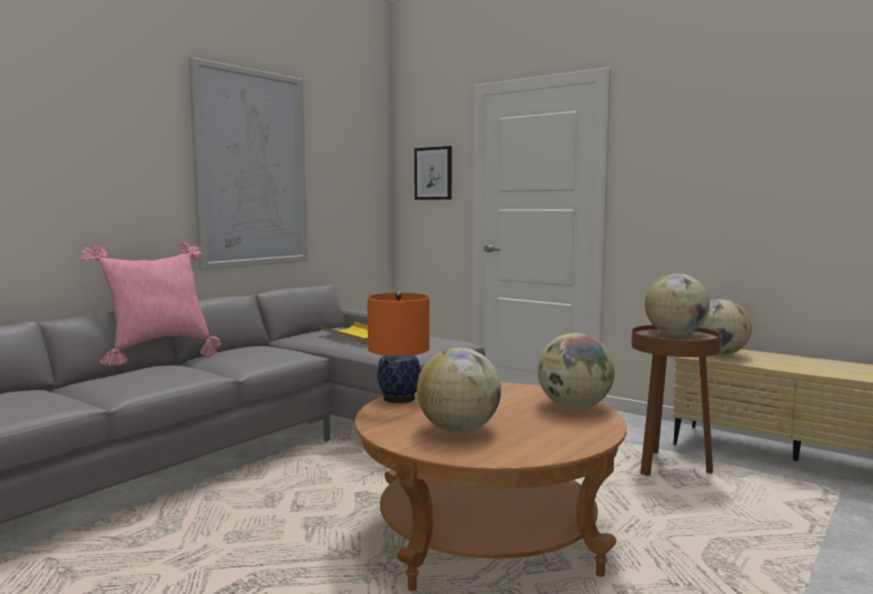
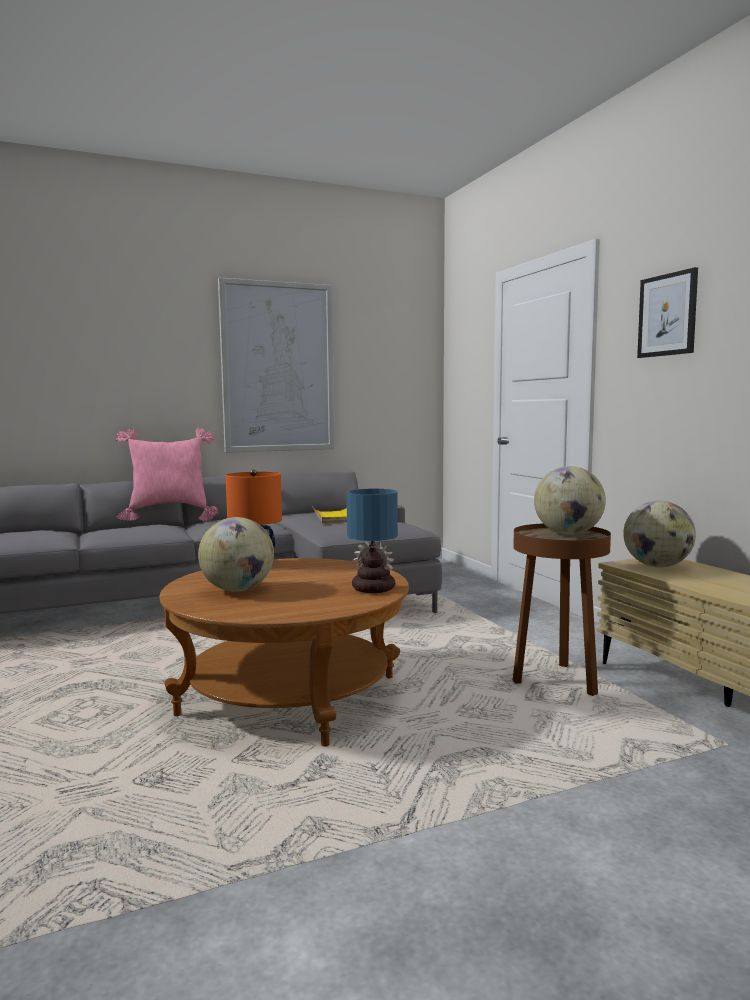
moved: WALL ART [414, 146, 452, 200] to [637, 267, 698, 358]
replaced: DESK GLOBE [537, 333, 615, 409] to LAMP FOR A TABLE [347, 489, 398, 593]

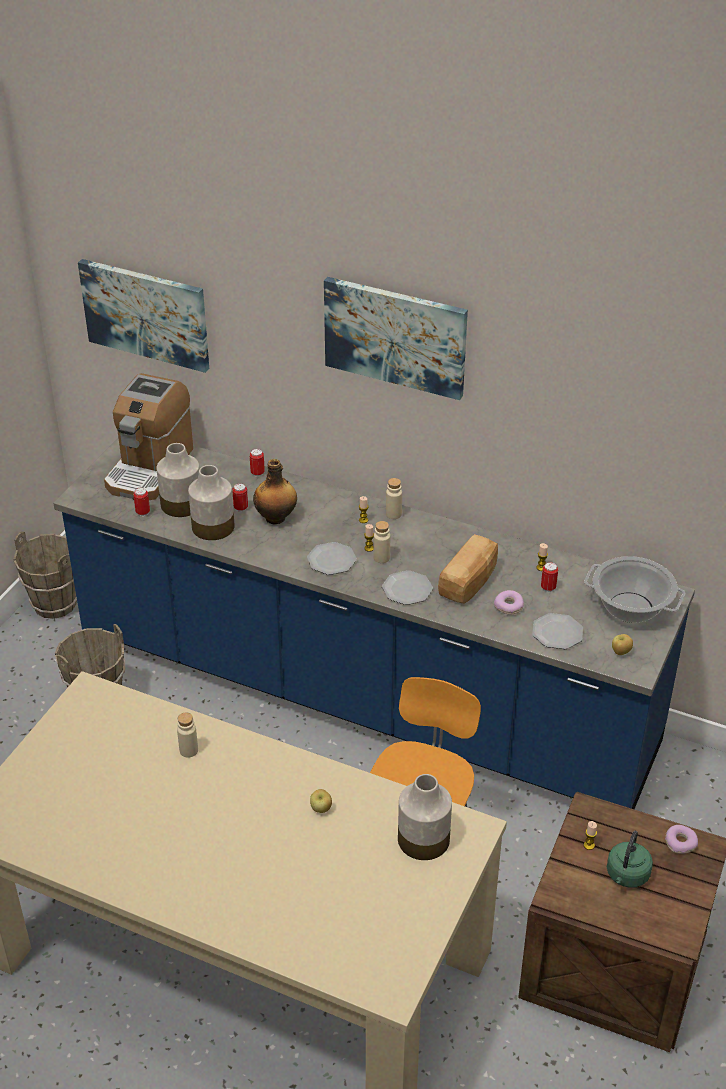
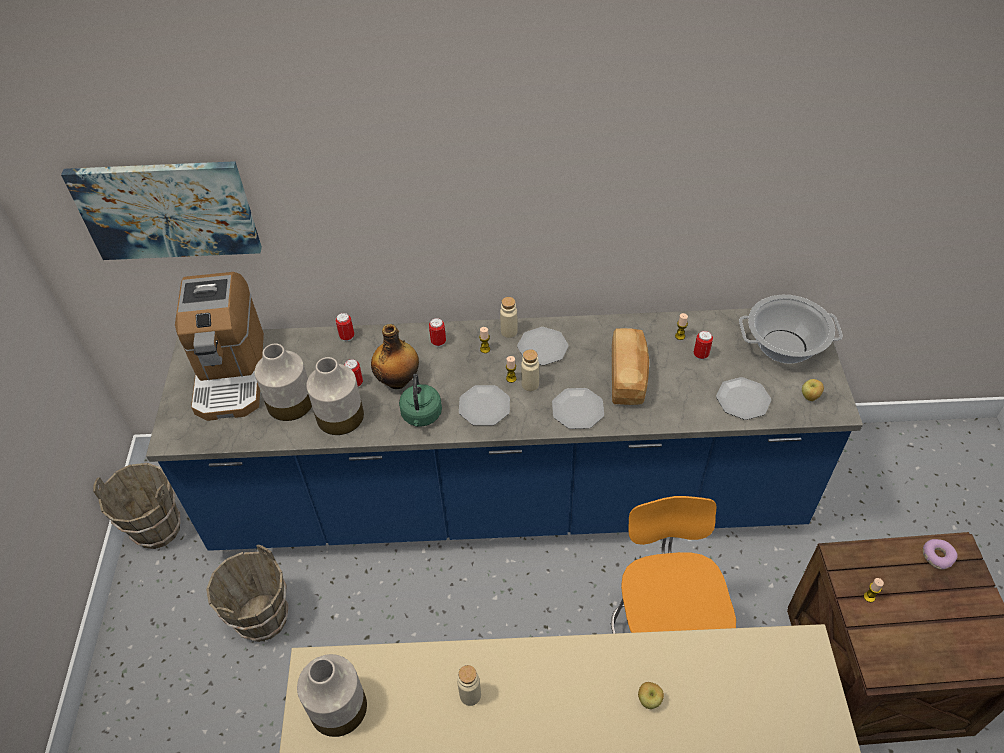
removed: WALL ART [324, 277, 468, 400]; DOUGHNUT [494, 590, 524, 615]
added: PLATE [517, 327, 568, 365]
moved: METAL CAN [133, 488, 150, 516] to [429, 318, 446, 347]; BEIGE DECORATIVE VASE [398, 774, 452, 860] to [297, 654, 367, 737]; GREEN-COLOURED WATER KETTLE [607, 831, 653, 888] to [399, 374, 442, 427]

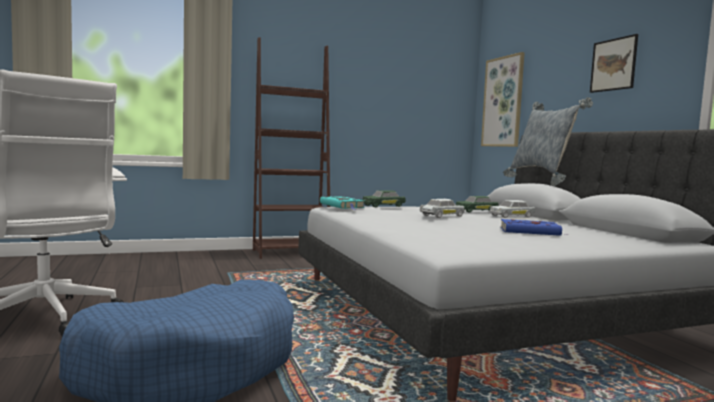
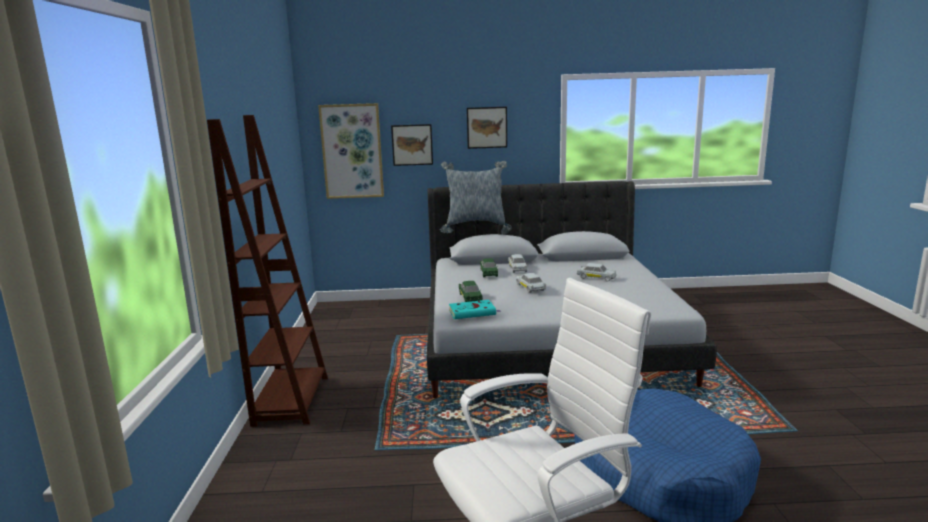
added: WALL ART [391, 124, 433, 166]
replaced: BLUISH BOUND BOOK [500, 219, 568, 236] to WHITE MINIATURE CAR [577, 263, 617, 282]

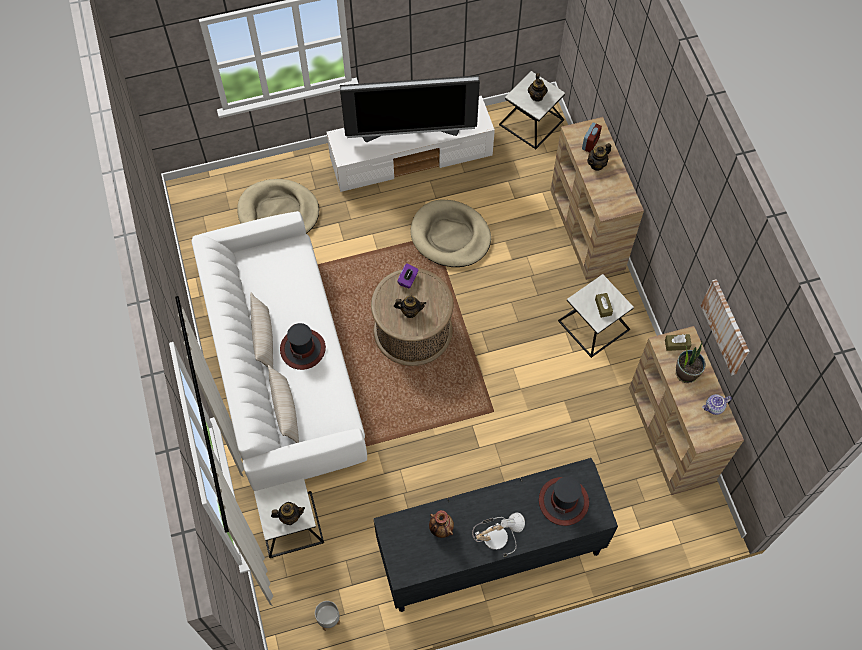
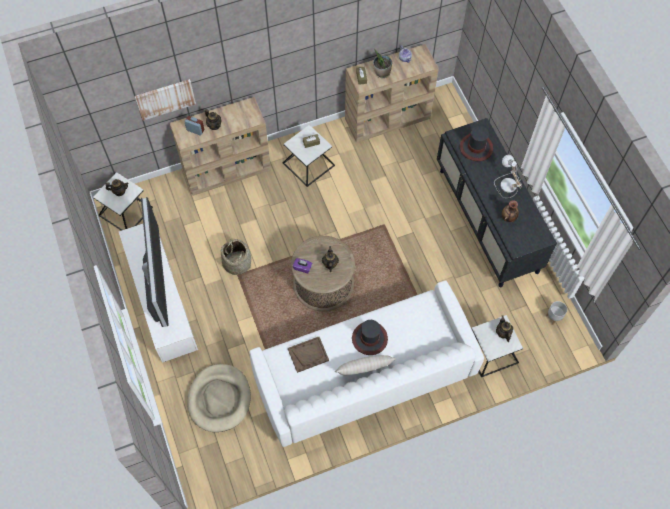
removed: BEIGE PILLOW [268, 365, 299, 443]
added: BROWN CARRYING TRAY [288, 337, 329, 373]
moved: WALL ART [701, 279, 749, 375] to [135, 79, 196, 121]
replaced: BEIGE DOG BED [410, 200, 491, 267] to STORAGE BASKET [221, 239, 251, 276]

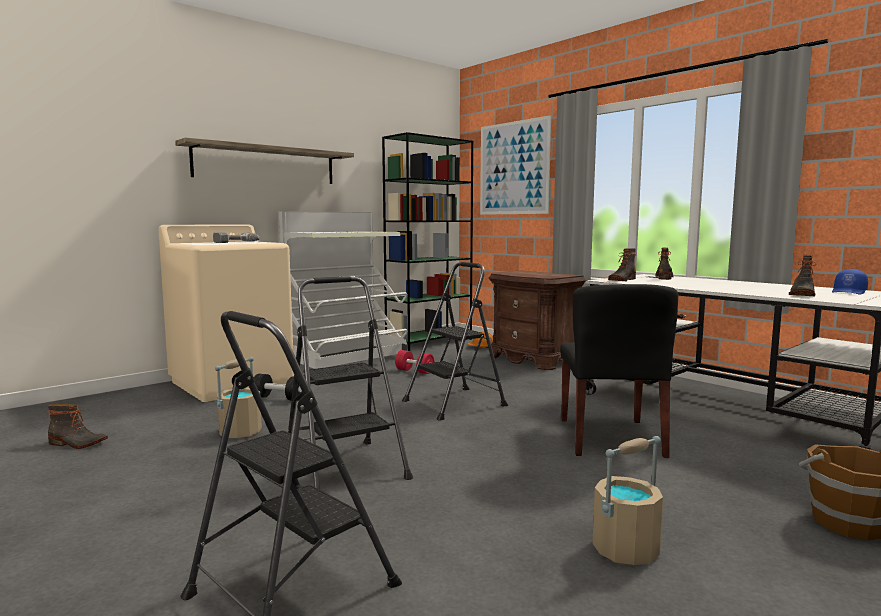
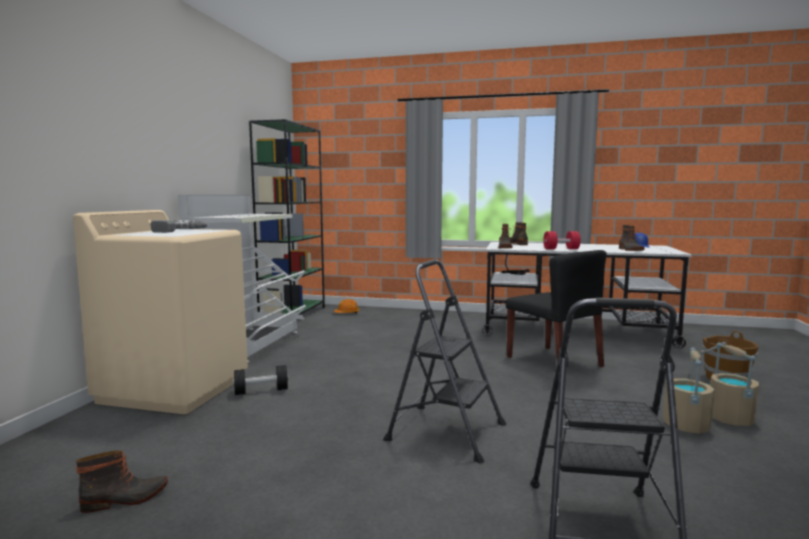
removed: BRACKET SHELF [175, 137, 354, 184]; BLACK STEPLADDER [402, 262, 508, 421]; WALL ART [480, 115, 551, 215]; BROWN BEDSIDE TABLE [489, 270, 586, 370]
moved: BEIGE BUCKET [215, 357, 262, 438] to [710, 343, 759, 426]; RED-COLOURED FREE WEIGHT [395, 350, 435, 374] to [543, 231, 581, 249]

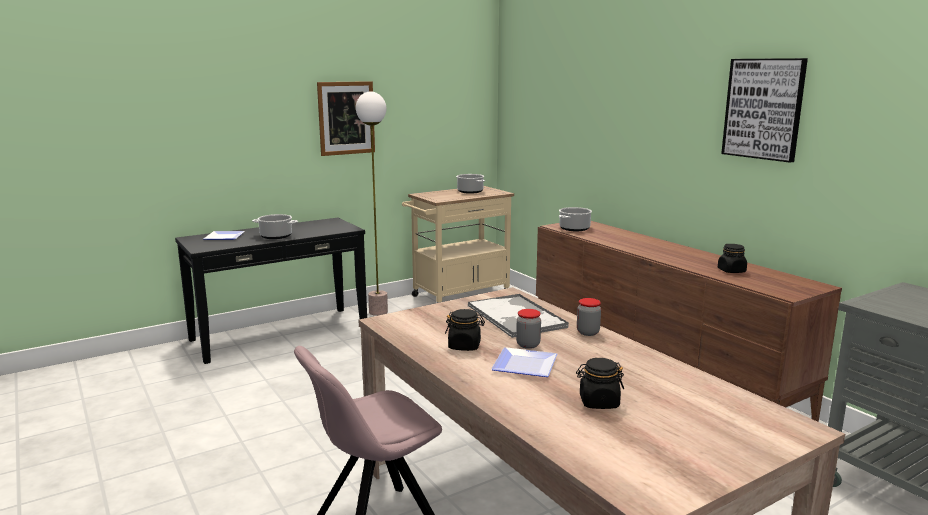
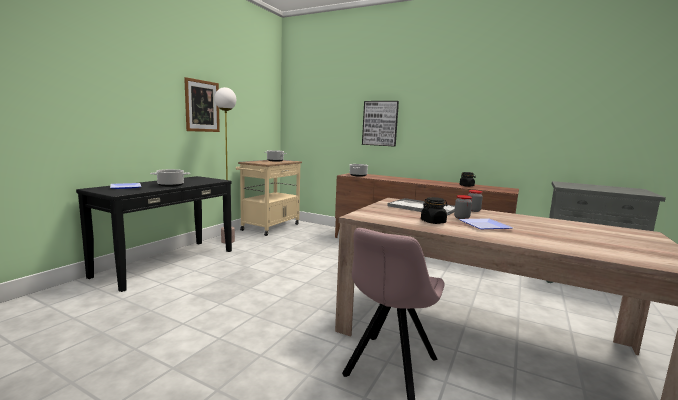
removed: BLACK JAR [576, 358, 624, 409]
moved: WALL ART [721, 58, 808, 163] to [362, 101, 399, 147]

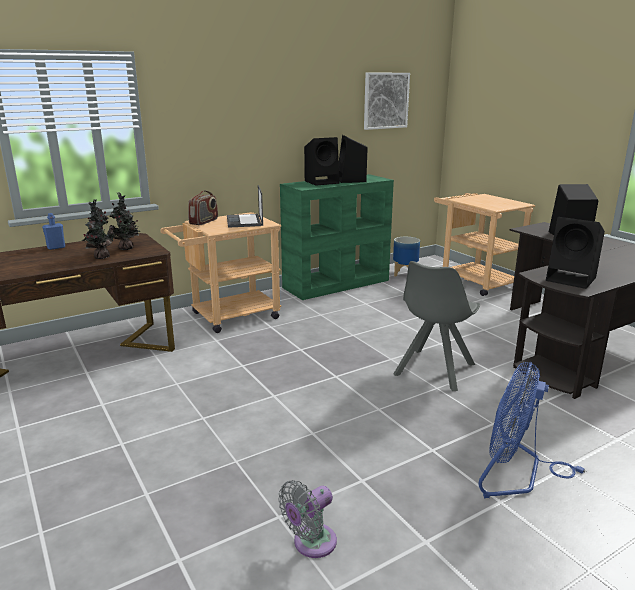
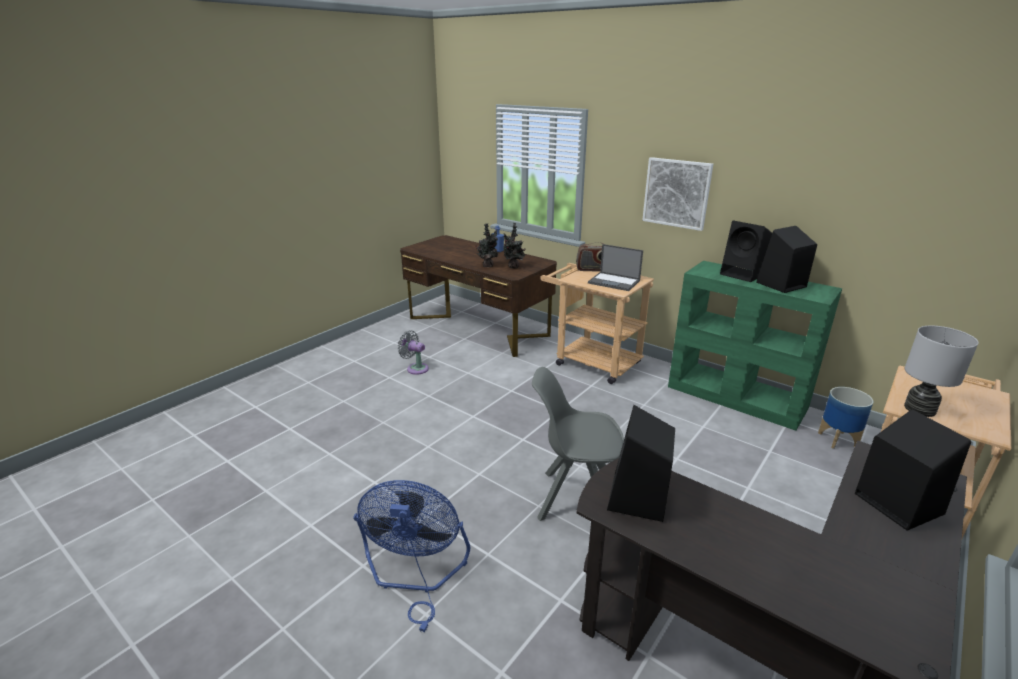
added: GREY LAMP FOR A TABLE [904, 325, 979, 417]
moved: GREY FAN [278, 480, 337, 558] to [398, 330, 429, 375]; WALL ART [364, 73, 410, 130] to [642, 157, 713, 231]
turned: LAPTOP [227, 185, 263, 228] = [588, 244, 643, 291] 120 degrees counterclockwise

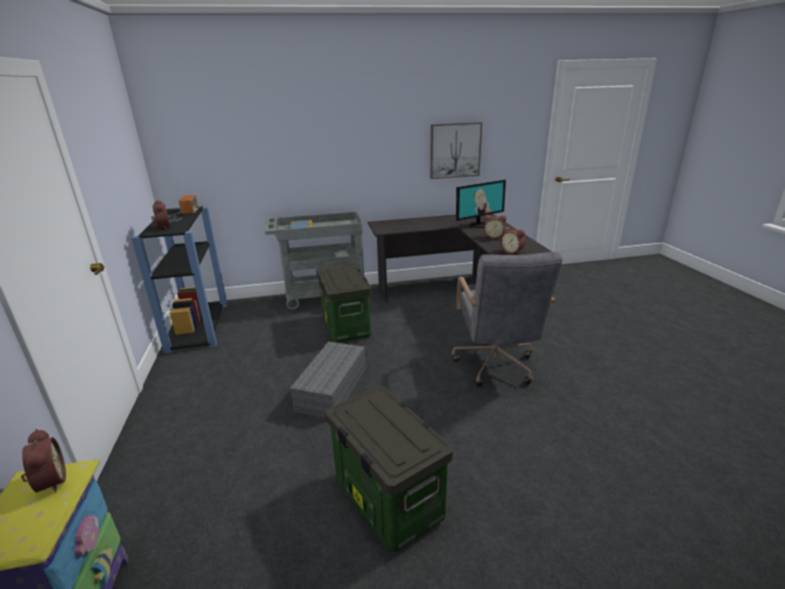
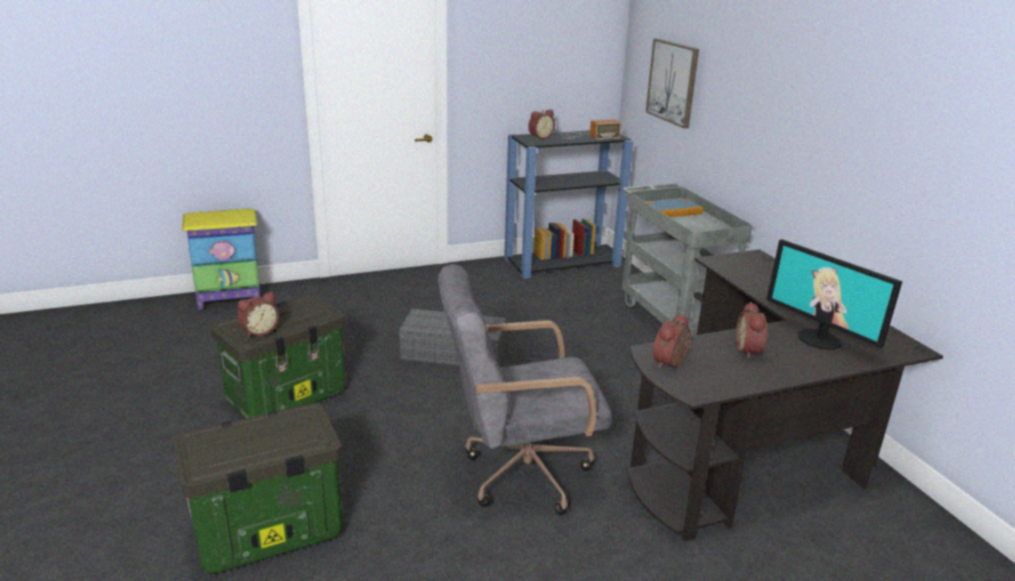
moved: TABLE CLOCK [21, 429, 66, 493] to [237, 292, 279, 337]; STORAGE BOX [316, 263, 372, 343] to [173, 403, 343, 574]; WALL ART [430, 122, 482, 179] to [646, 39, 699, 128]

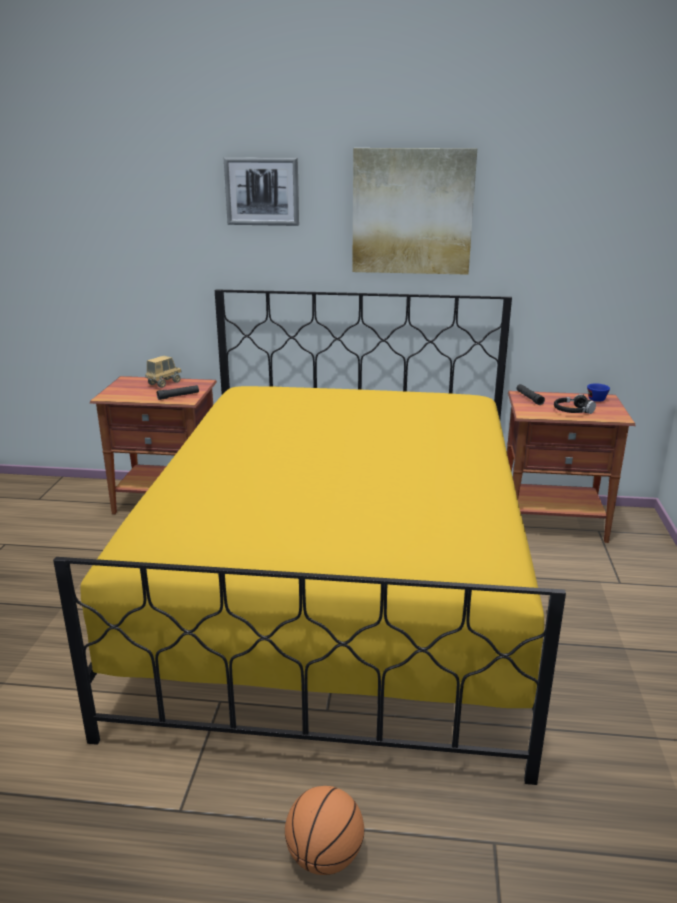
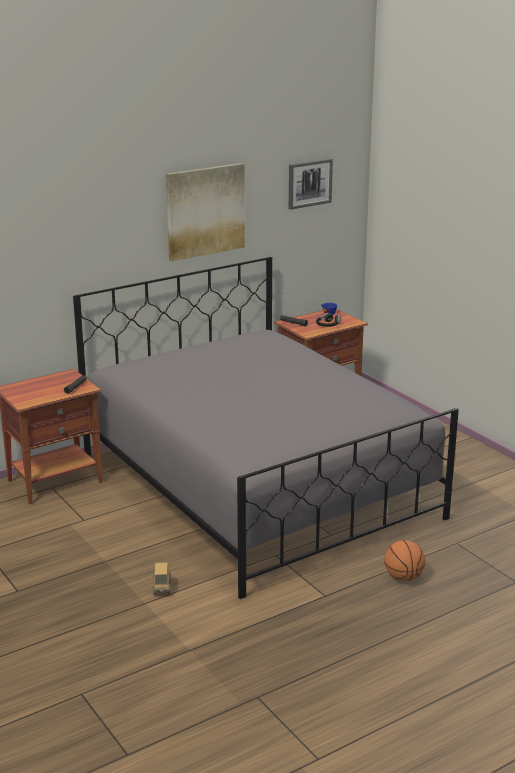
moved: TOY TRUCK [145, 356, 182, 388] to [153, 562, 171, 595]; WALL ART [224, 157, 299, 226] to [289, 158, 333, 210]
recoloured: YELLOWISH BEDROOM BED [53, 289, 566, 785] to GREY BEDROOM BED [73, 257, 459, 599]

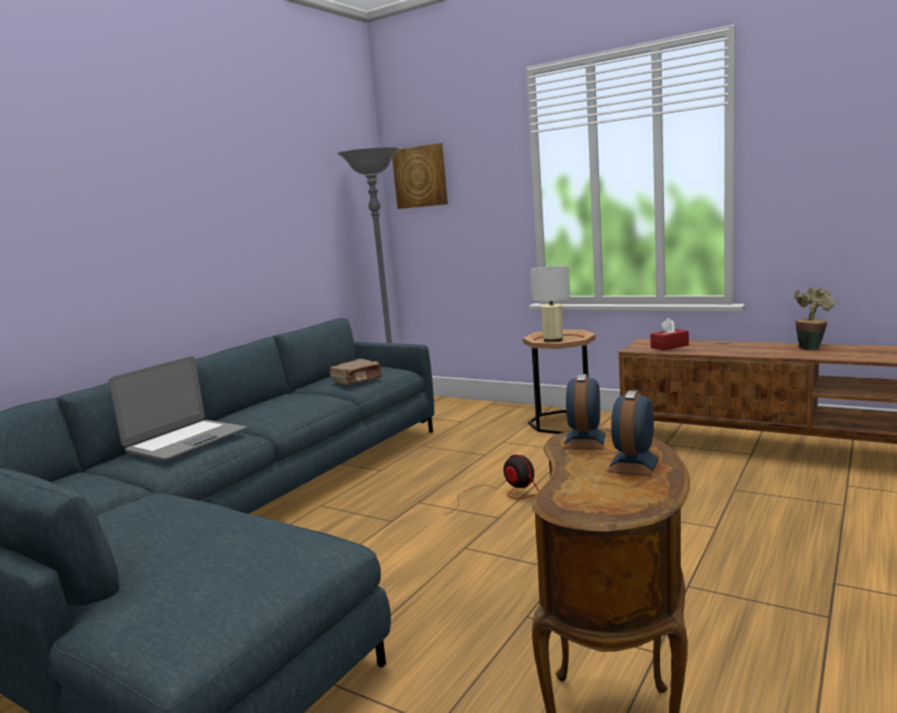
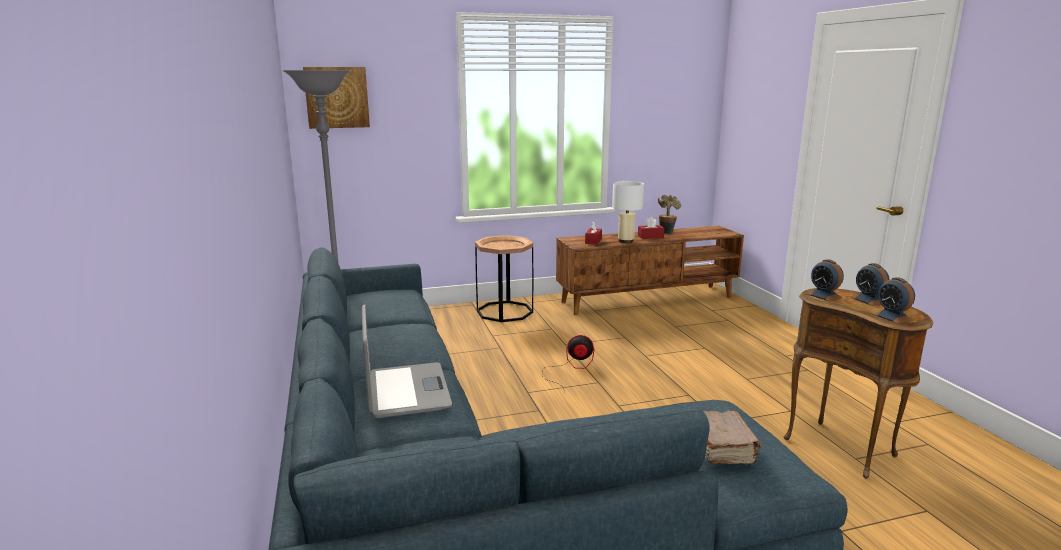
added: RED-COLOURED TISSUE BOX [638, 217, 665, 239]; TABLE CLOCK [872, 277, 915, 324]
moved: BROWN BOUND BOOK [330, 359, 382, 385] to [704, 410, 762, 465]; WHITE LAMP FOR A TABLE [530, 265, 570, 342] to [612, 181, 644, 243]

